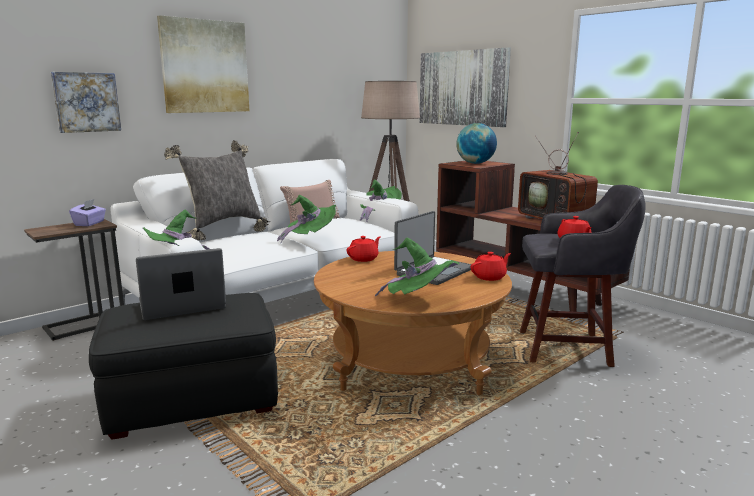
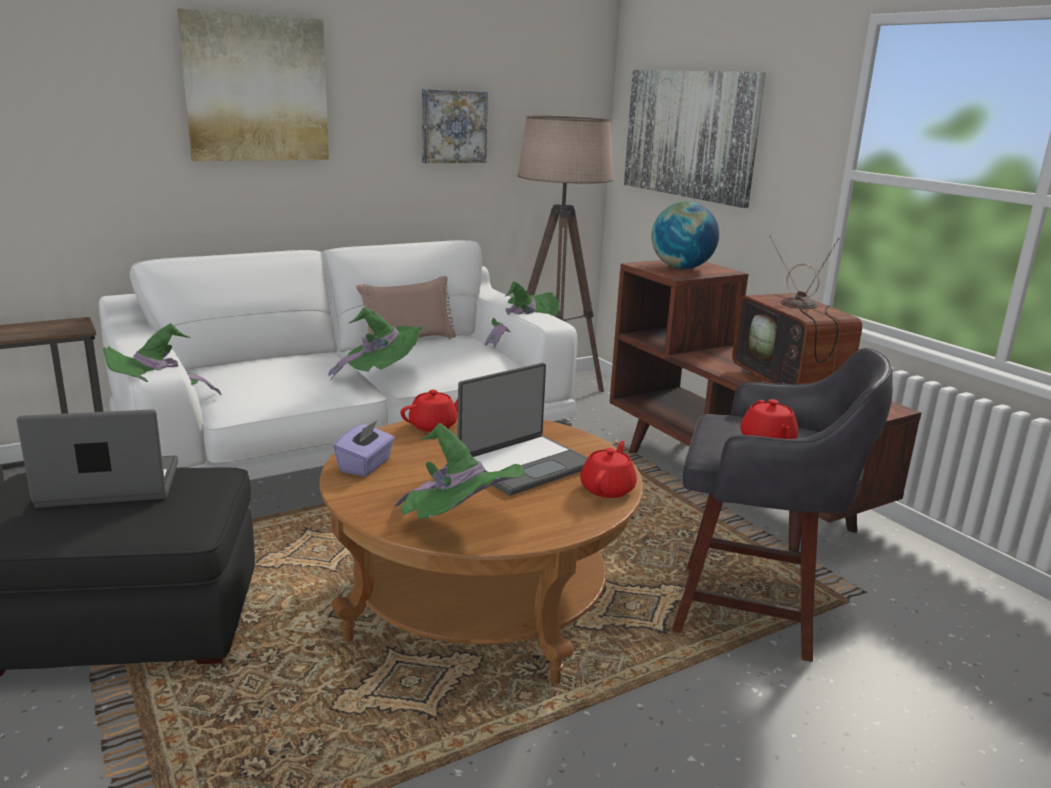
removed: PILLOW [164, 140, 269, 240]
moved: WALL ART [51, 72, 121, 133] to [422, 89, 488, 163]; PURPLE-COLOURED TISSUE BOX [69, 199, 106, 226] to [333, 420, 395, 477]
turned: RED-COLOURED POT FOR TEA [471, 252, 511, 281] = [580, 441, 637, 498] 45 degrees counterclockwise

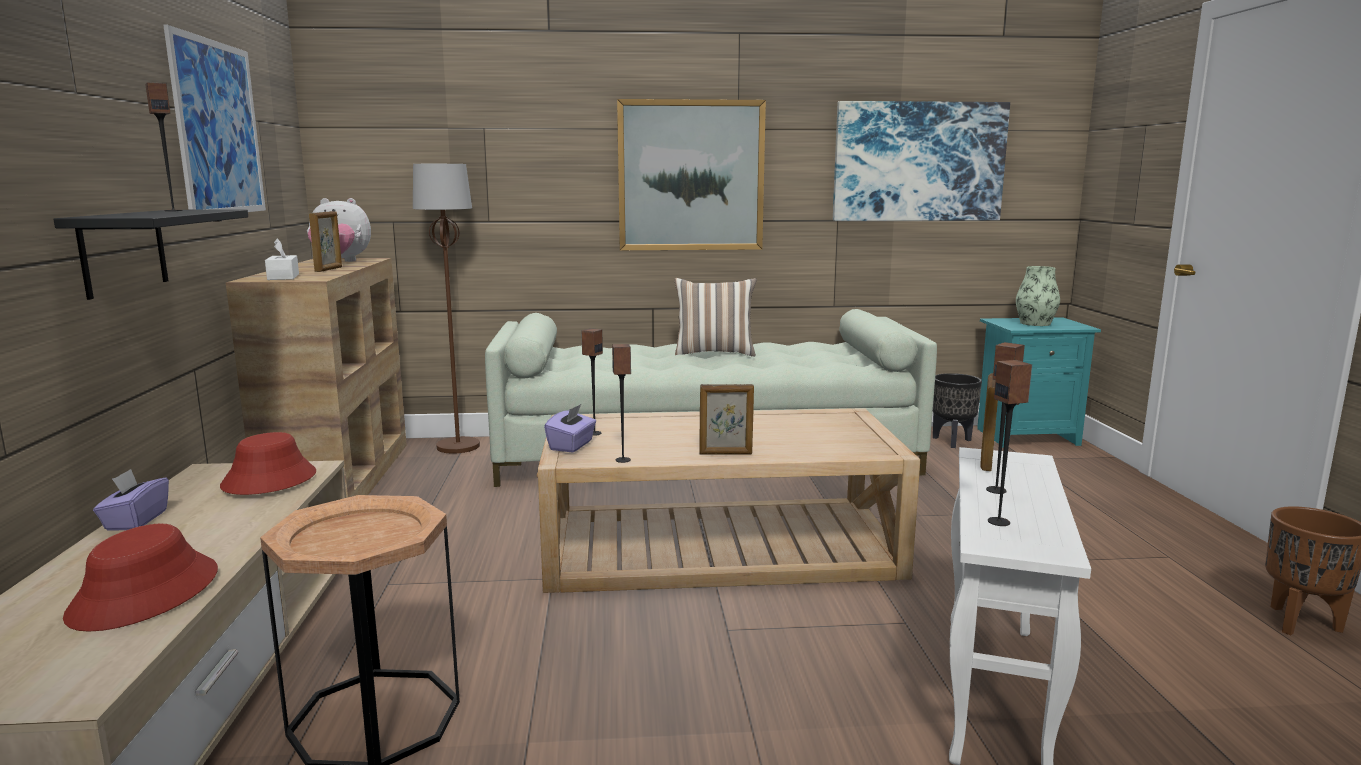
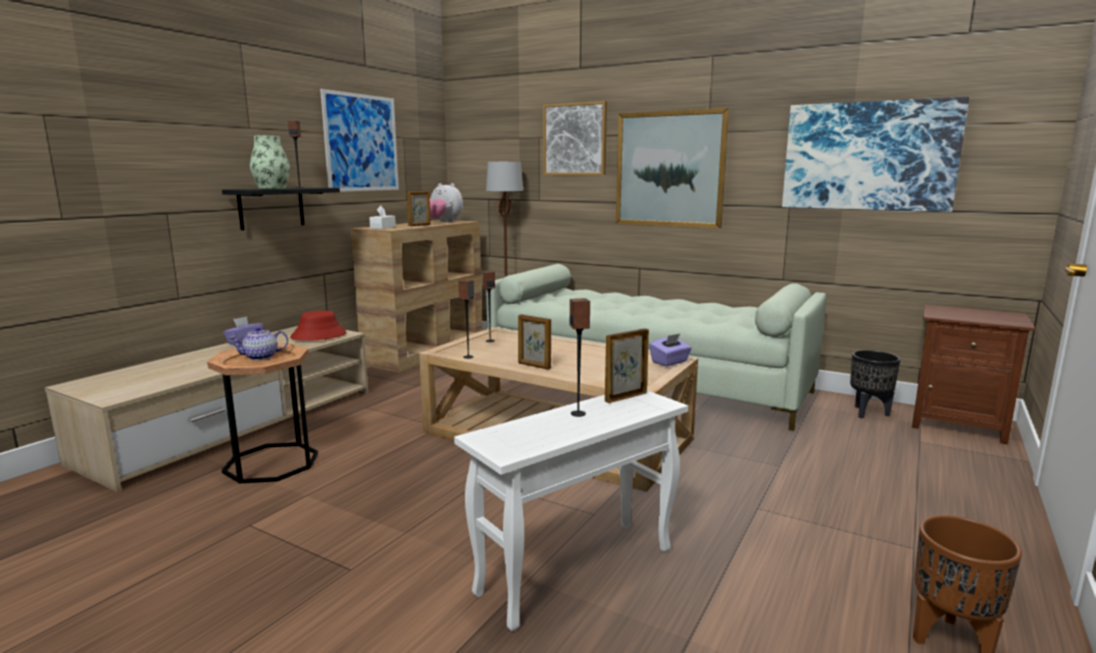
removed: RED-COLOURED WEARABLE HAT [63, 524, 218, 632]; PILLOW [674, 278, 757, 357]; SPEAKER [988, 360, 1032, 526]
added: POT FOR TEA [229, 327, 288, 360]; WALL ART [543, 101, 607, 175]
moved: PURPLE-COLOURED TISSUE BOX [544, 404, 596, 453] to [649, 333, 692, 366]; DECORATIVE VASE [1016, 266, 1060, 326] to [250, 135, 290, 189]
recoloured: TURQUOISE BEDSIDE TABLE [977, 317, 1101, 448] to BROWN BEDSIDE TABLE [912, 305, 1035, 444]

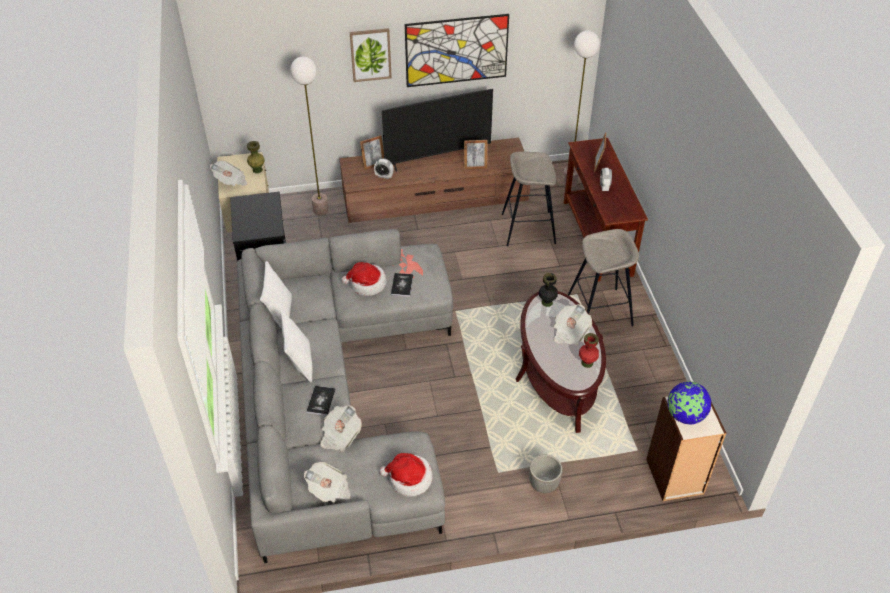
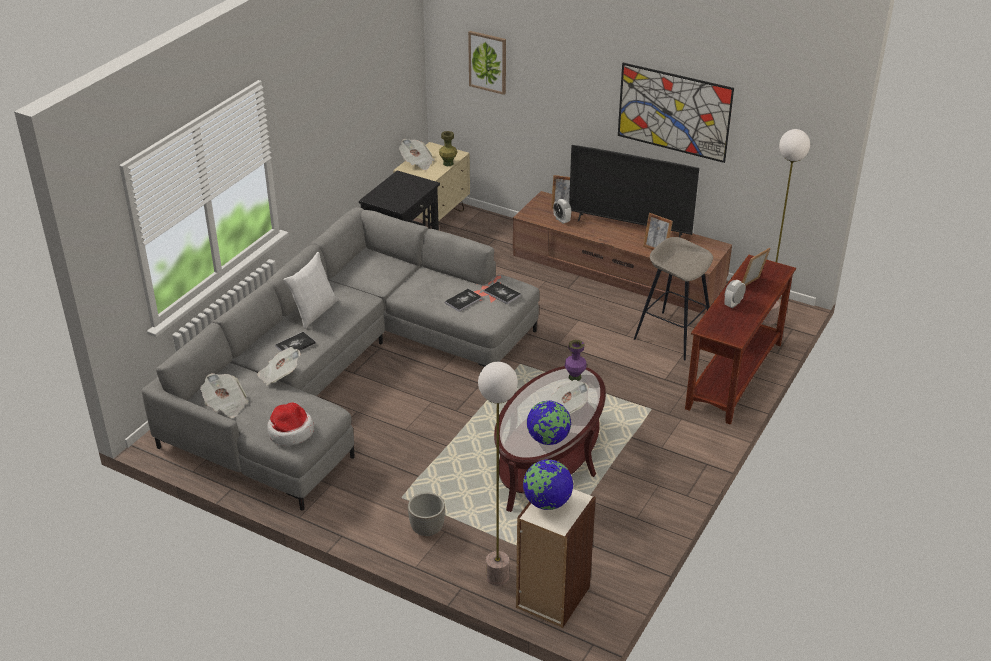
removed: WHITE PILLOW [260, 261, 292, 329]; WEARABLE HAT [341, 262, 387, 296]; GREY STOOL SEAT [568, 229, 639, 326]
added: BOUND BOOK [484, 282, 521, 304]
moved: STANDARD LAMP [290, 57, 328, 216] to [478, 362, 518, 586]; WALL ART [350, 28, 392, 82] to [468, 31, 506, 95]
replaced: RED-COLOURED DECORATIVE VASE [579, 333, 599, 368] to DESK GLOBE [527, 400, 571, 445]
recoloured: BLACK DECORATIVE VASE [539, 273, 558, 307] to PURPLE-COLOURED DECORATIVE VASE [564, 340, 587, 381]

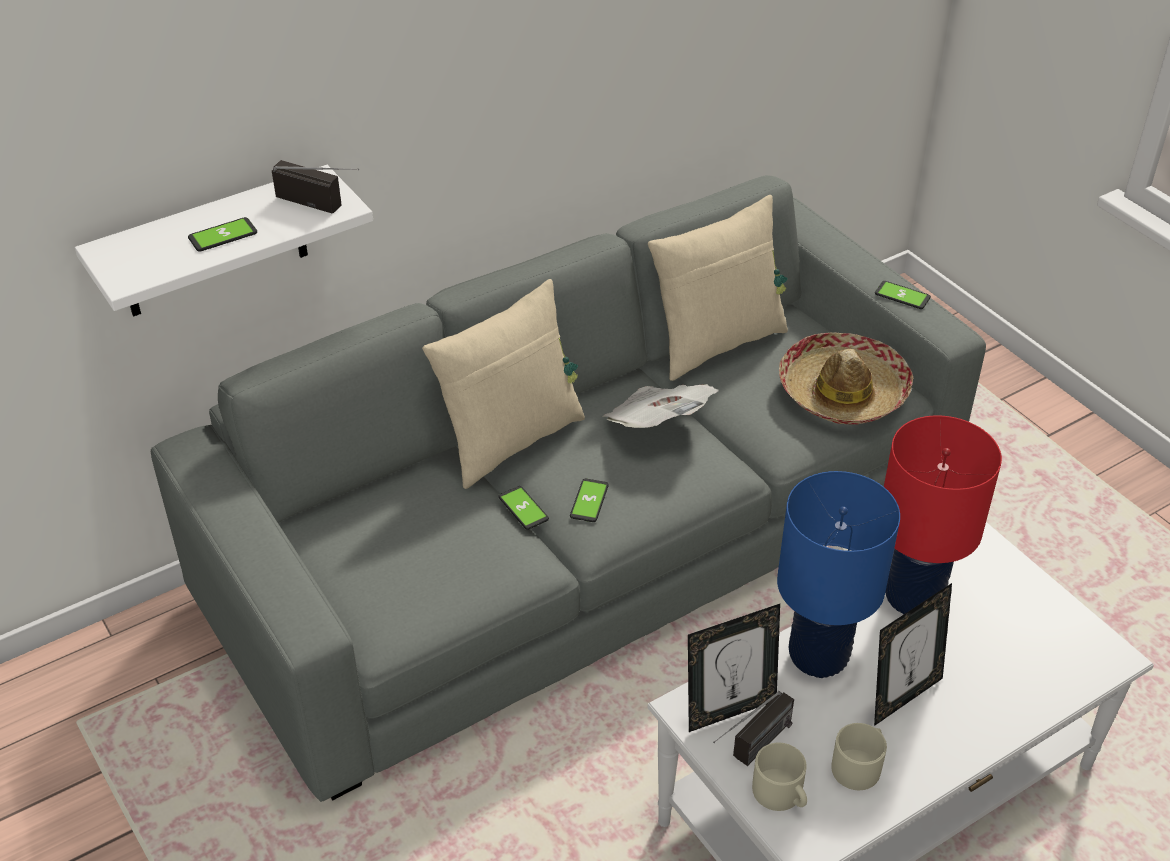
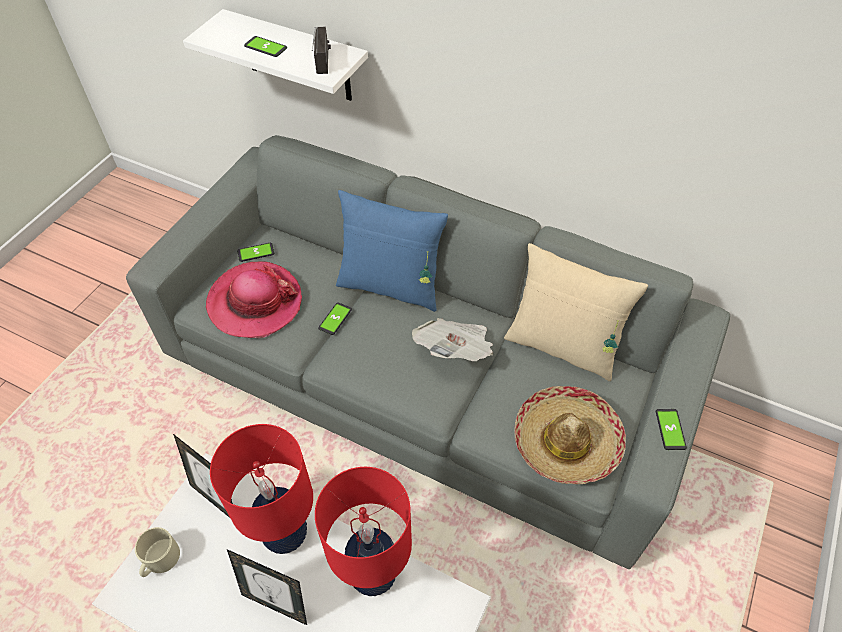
removed: RADIO RECEIVER [713, 691, 794, 766]; BEIGE COFFEE MUG [831, 723, 887, 790]
added: WEARABLE HAT [206, 261, 302, 338]
moved: PHONE [570, 478, 609, 522] to [237, 243, 274, 262]
recoloured: BEIGE PILLOW [422, 279, 585, 489] to BLUISH PILLOW [336, 190, 448, 312]; BLUISH LAMP FOR A TABLE [777, 471, 900, 678] to RED-COLOURED LAMP FOR A TABLE [210, 424, 313, 554]

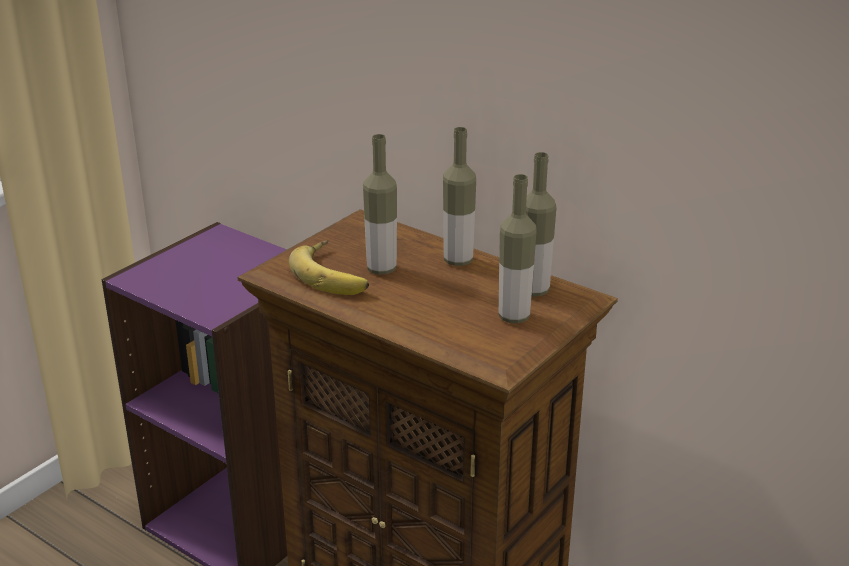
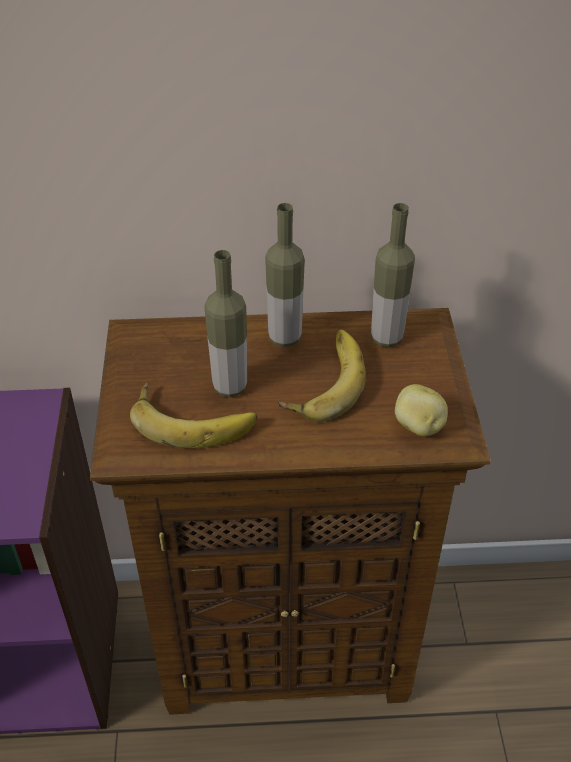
removed: DRINK BOTTLE [499, 174, 537, 323]
added: BANANA FRUIT [278, 329, 366, 422]; SPUD [395, 384, 448, 436]

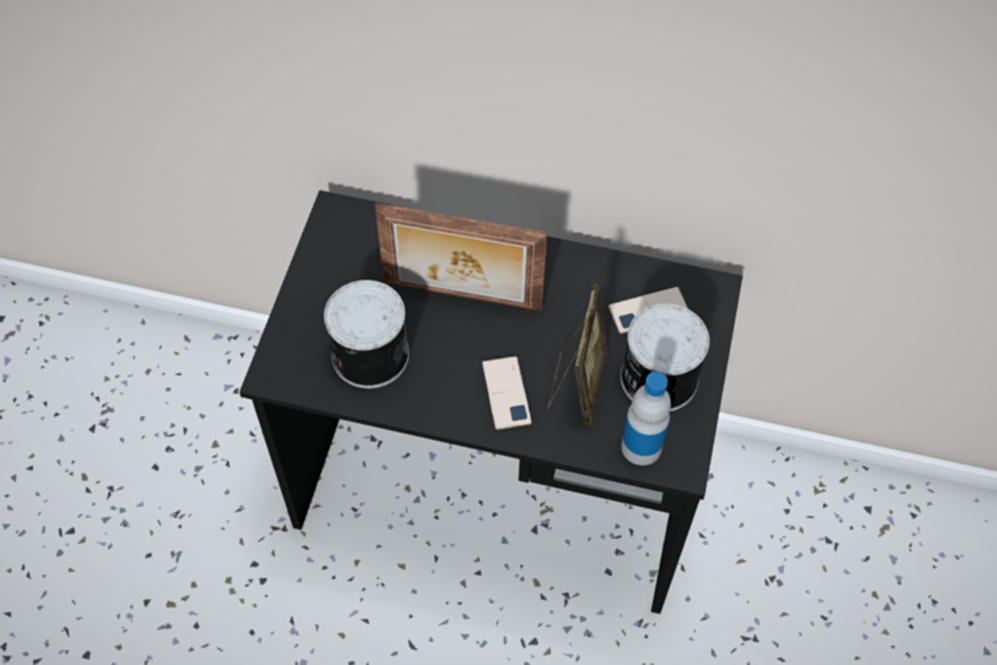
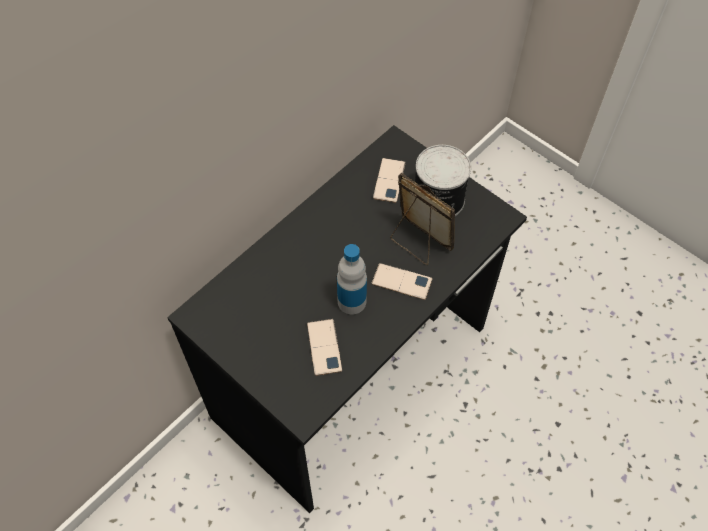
removed: STANDING FRAME [375, 203, 547, 311]
moved: DRINK BOTTLE [621, 372, 671, 465] to [337, 244, 367, 314]
replaced: METAL CAN [324, 280, 409, 388] to PHONE [307, 319, 342, 376]

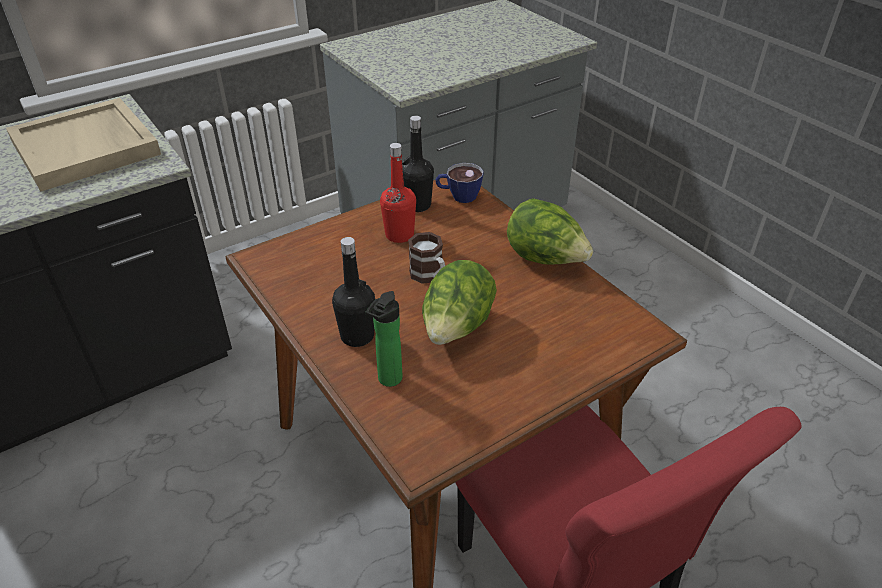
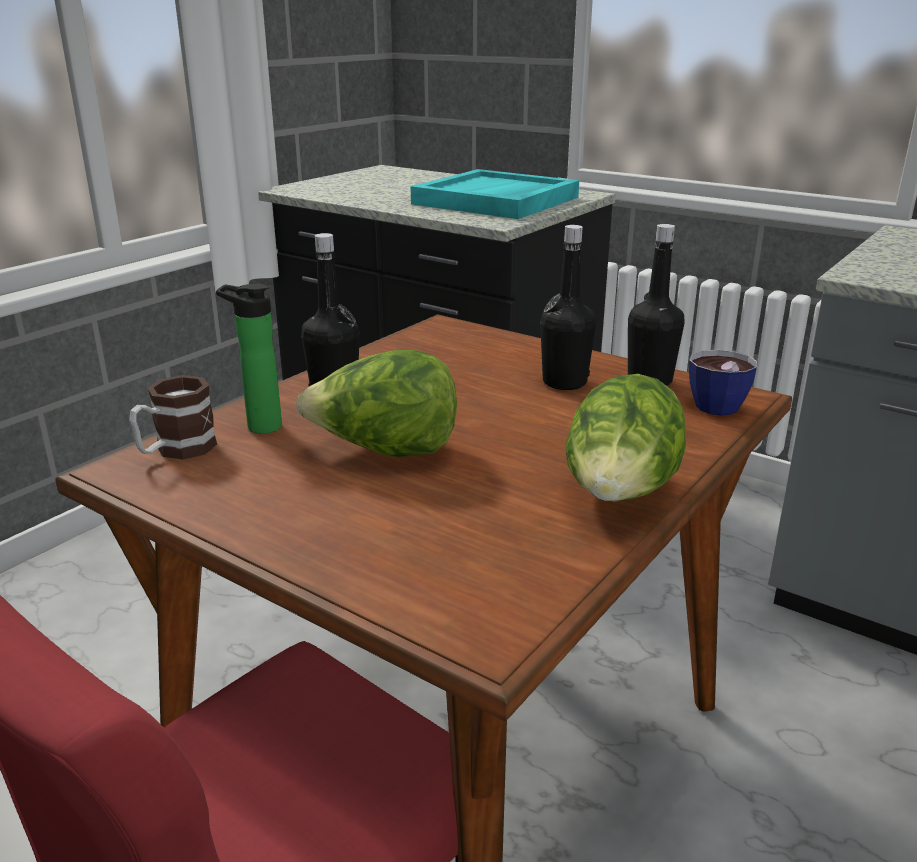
moved: COFFEE MUG [408, 232, 445, 284] to [129, 375, 217, 459]
recoloured: BEIGE CARRYING TRAY [6, 98, 161, 191] to TURQUOISE CARRYING TRAY [411, 169, 579, 219]; RED-COLOURED DRINK BOTTLE [380, 143, 416, 243] to BLACK DRINK BOTTLE [540, 225, 596, 390]

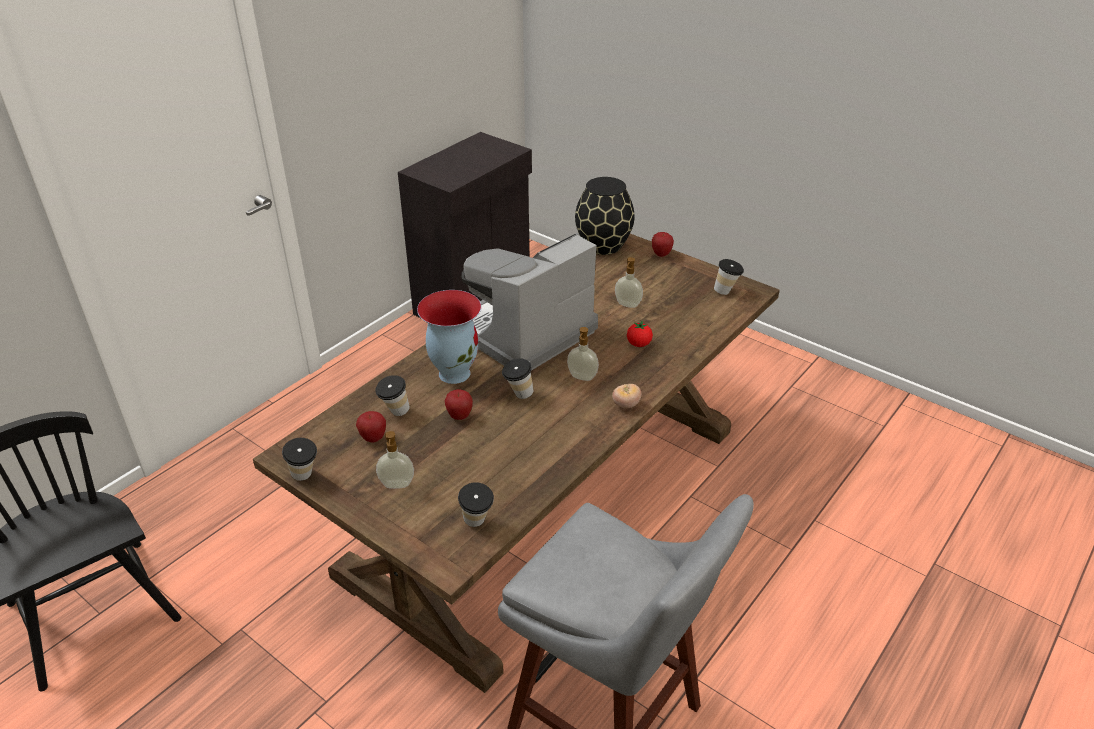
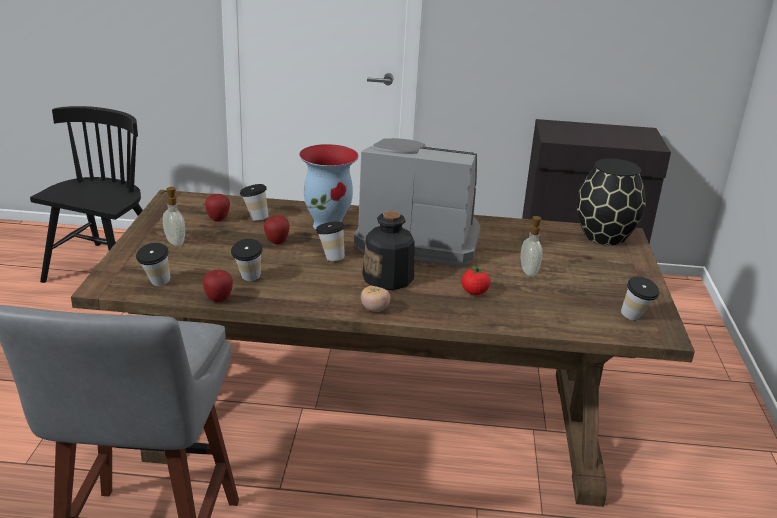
moved: DRINKING CUP [282, 438, 317, 481] to [231, 239, 263, 281]; WHOLE APPLE [652, 232, 674, 257] to [203, 270, 233, 302]
replaced: SOAP DISPENSER [567, 327, 599, 381] to DRINK BOTTLE [362, 211, 415, 290]

